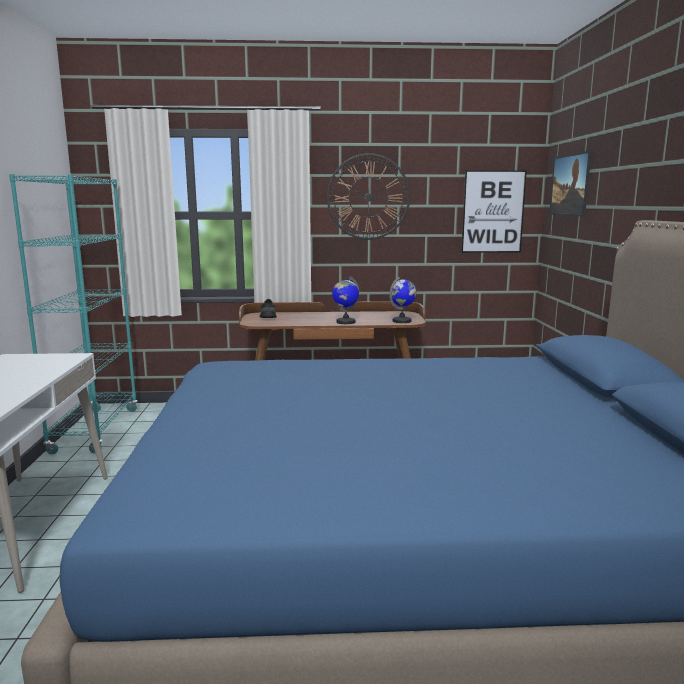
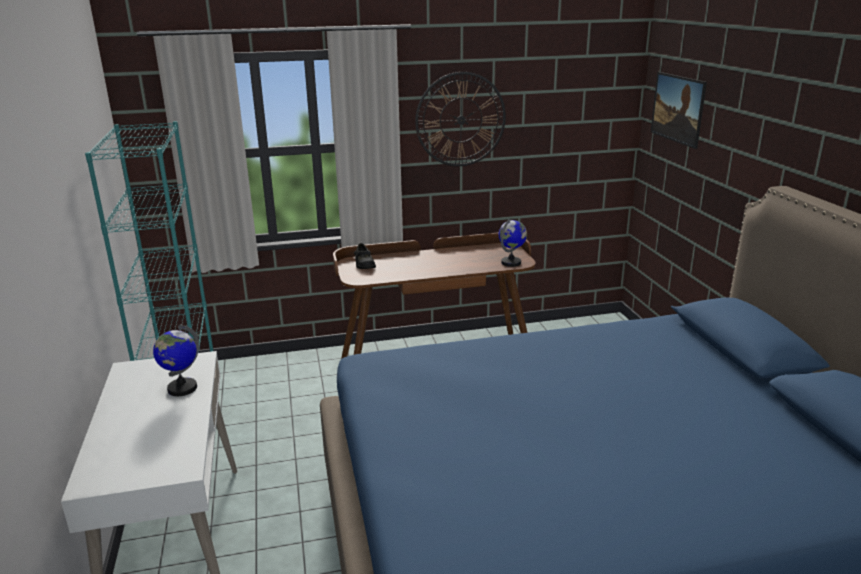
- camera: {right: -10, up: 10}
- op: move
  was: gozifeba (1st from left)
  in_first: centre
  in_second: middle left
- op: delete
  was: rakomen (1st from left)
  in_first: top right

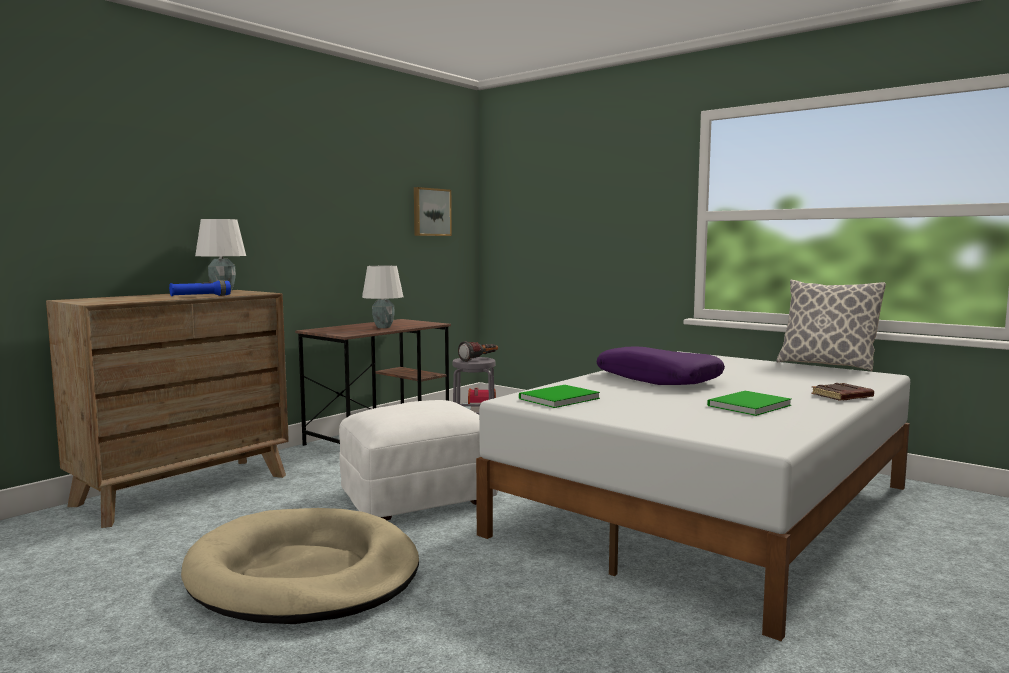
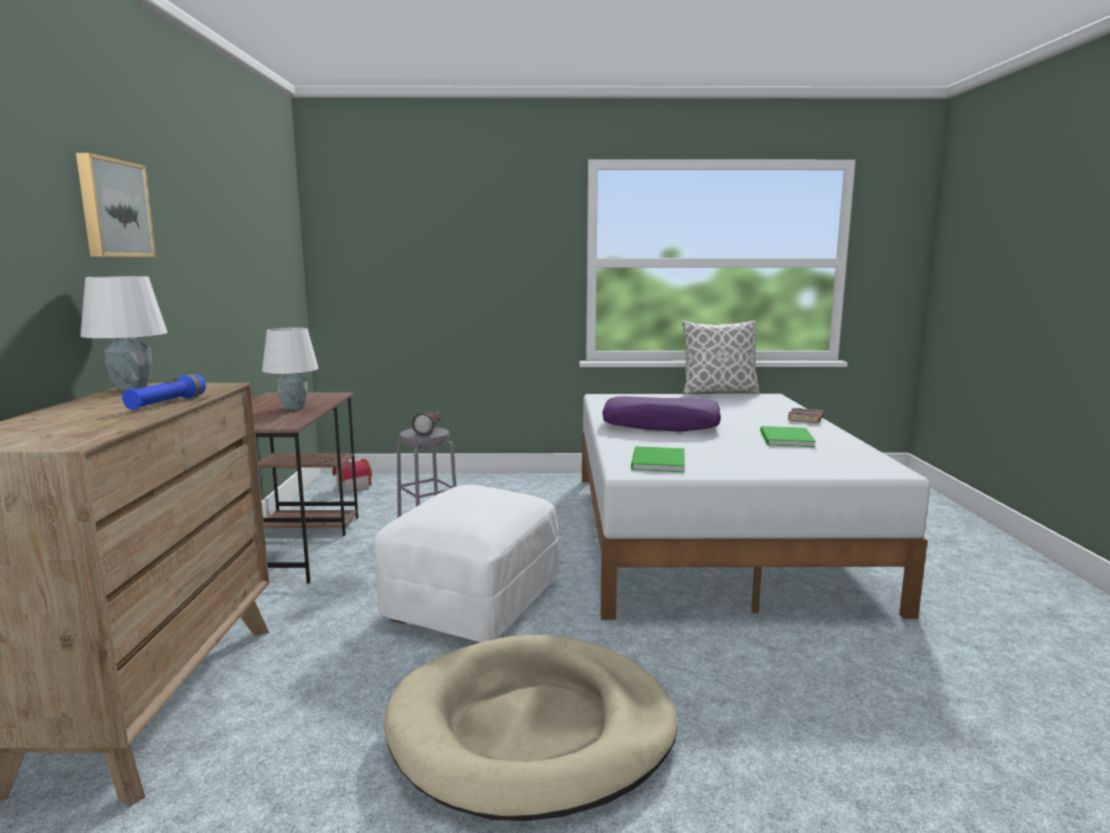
- camera: {right: -40, up: 5}
- op: move
  was: rakomen
  in_first: top centre
  in_second: top left

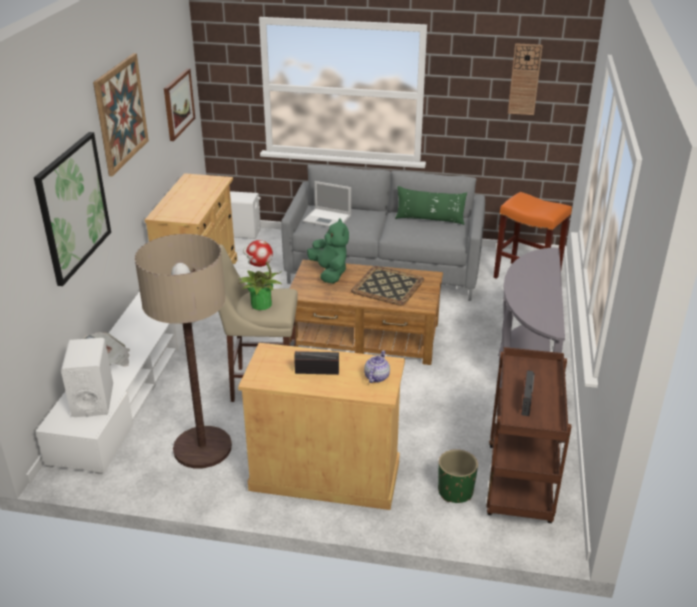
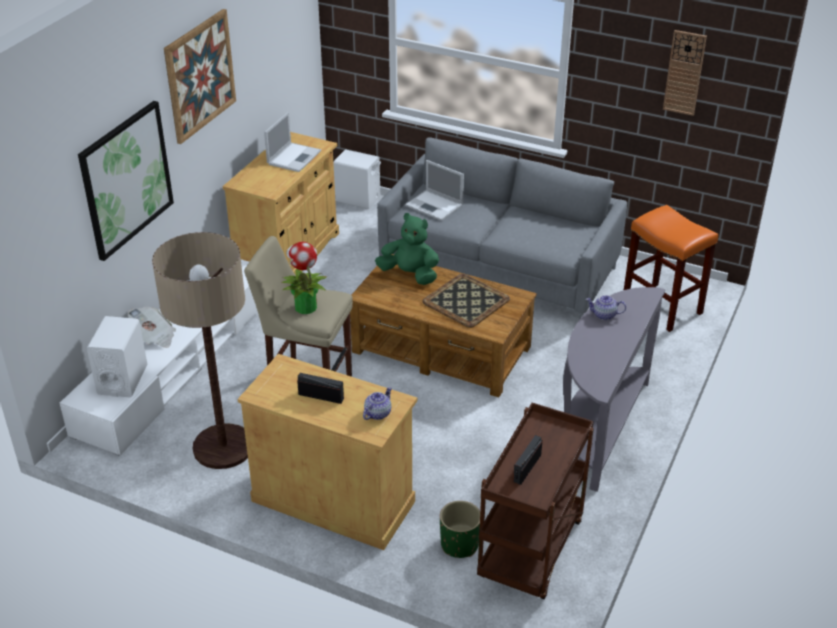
- camera: {right: 15, up: 5}
- op: insert
  now: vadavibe (1st from left)
  in_second: top centre
- op: rotate
  was: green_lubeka
  in_first: centre
  in_second: centre
  clockwise: -60
- op: insert
  now: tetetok (2nd from left)
  in_second: middle right
- op: delete
  was: rakomen (3rd from left)
  in_first: top left
- op: delete
  was: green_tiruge
  in_first: centre

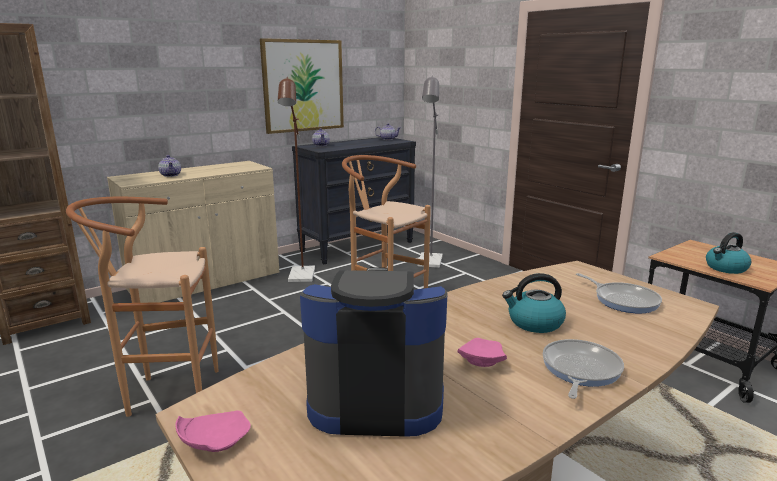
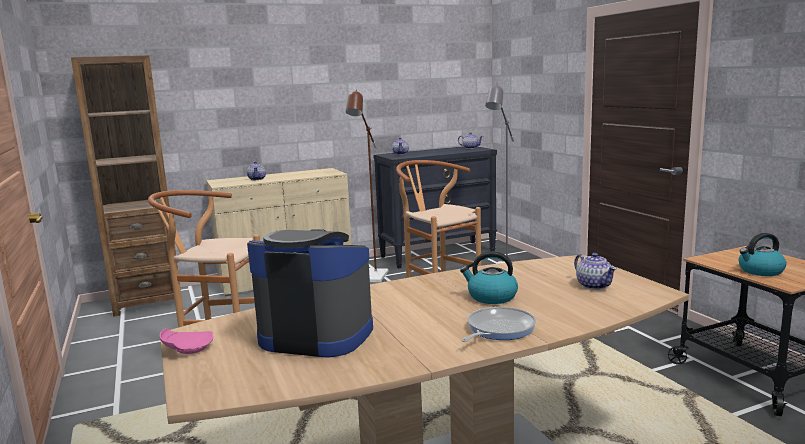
- camera: {right: 15, up: -5}
- op: replace
  was: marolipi (2nd from left)
  now: tetetok (4th from left)
  in_first: middle right
  in_second: middle right
- op: delete
  was: rakomen
  in_first: top centre
- op: delete
  was: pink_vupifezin (2nd from left)
  in_first: bottom centre

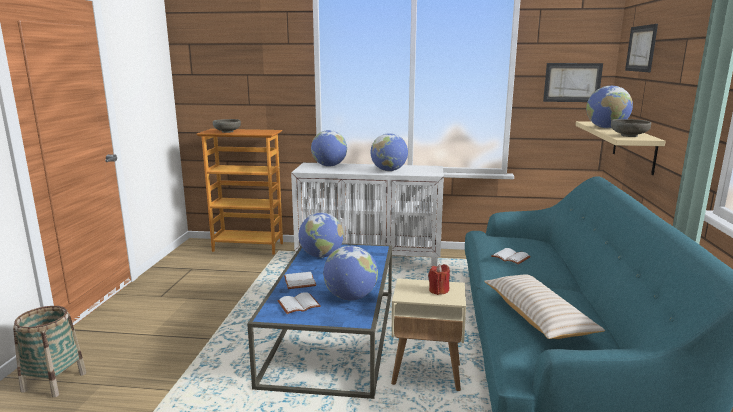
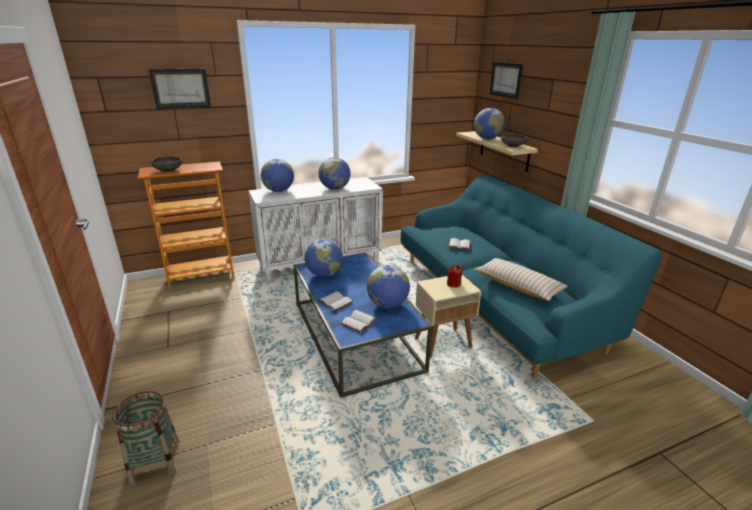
- camera: {right: -30, up: 10}
- op: move
  was: rakomen (1st from left)
  in_first: top right
  in_second: top left

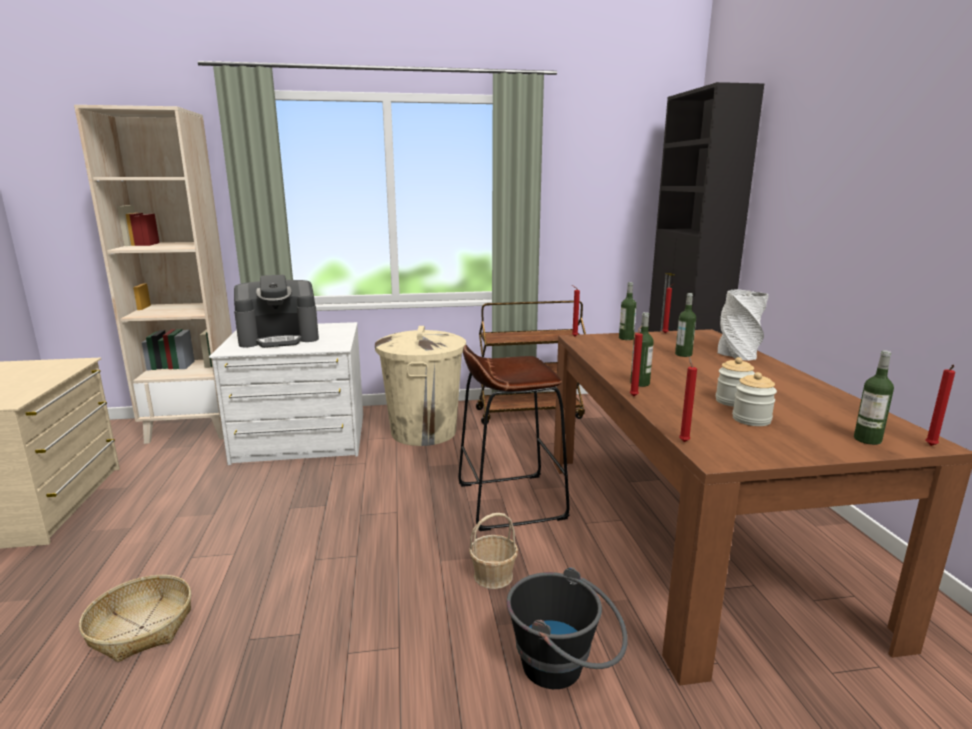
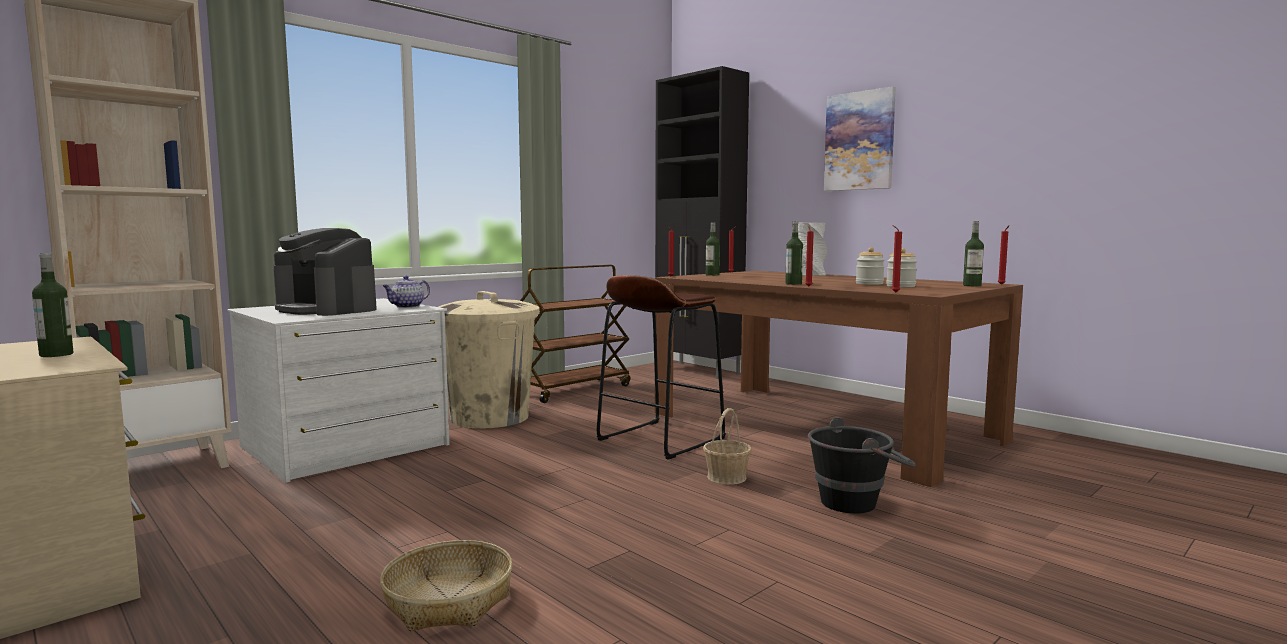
- camera: {right: -35, up: -10}
- op: move
  was: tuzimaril (3rd from left in the first image)
  now: tuzimaril (1st from left)
  in_first: middle right
  in_second: middle left
- op: rotate
  was: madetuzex
  in_first: middle left
  in_second: middle left
  clockwise: 90
- op: insert
  now: tetetok
  in_second: middle left
- op: insert
  now: rakomen
  in_second: top right

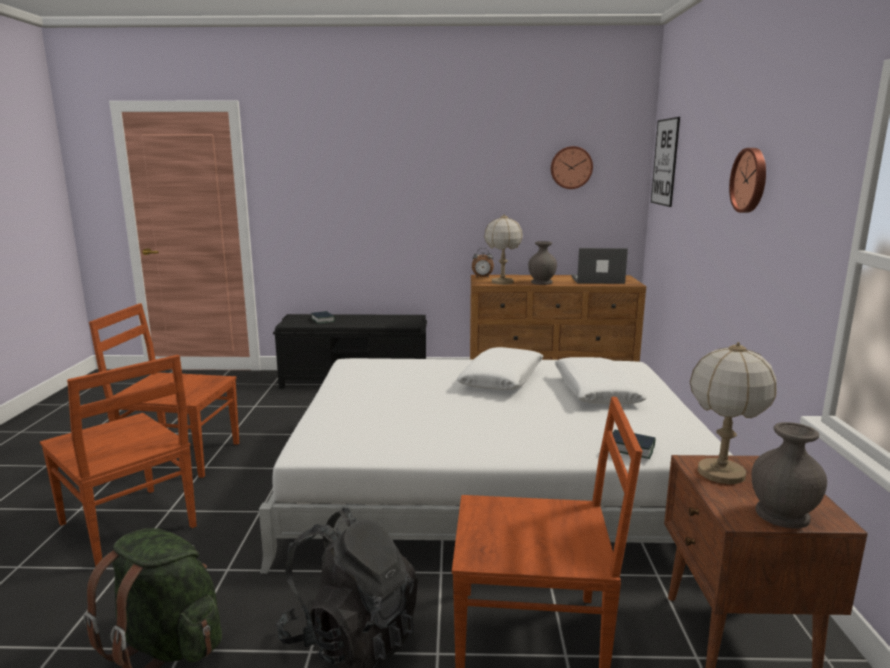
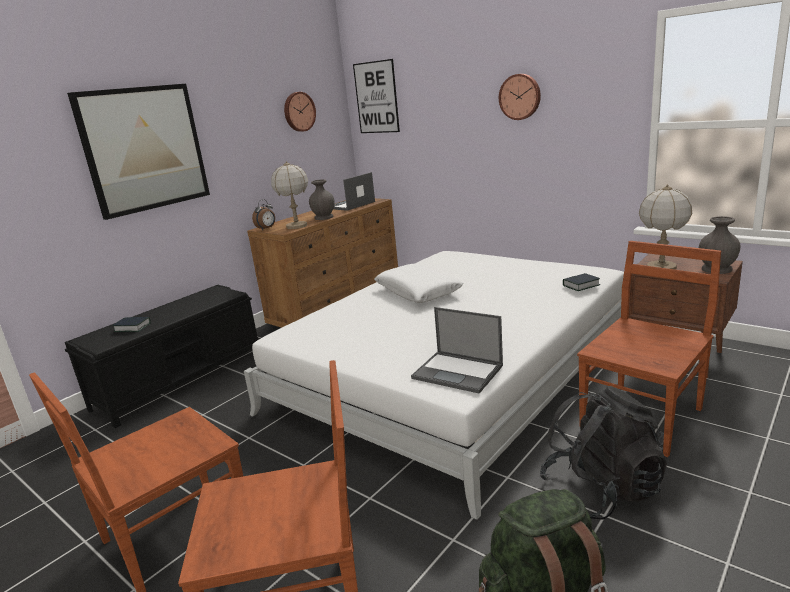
- camera: {right: -50, up: 5}
- op: insert
  now: rakomen (1st from left)
  in_second: top left
- op: insert
  now: vadavibe (2nd from left)
  in_second: centre
- op: delete
  was: white_tiruge (2nd from left)
  in_first: middle right

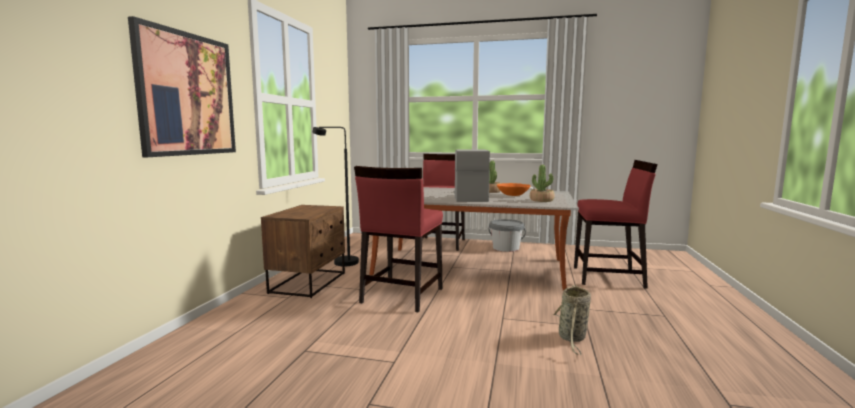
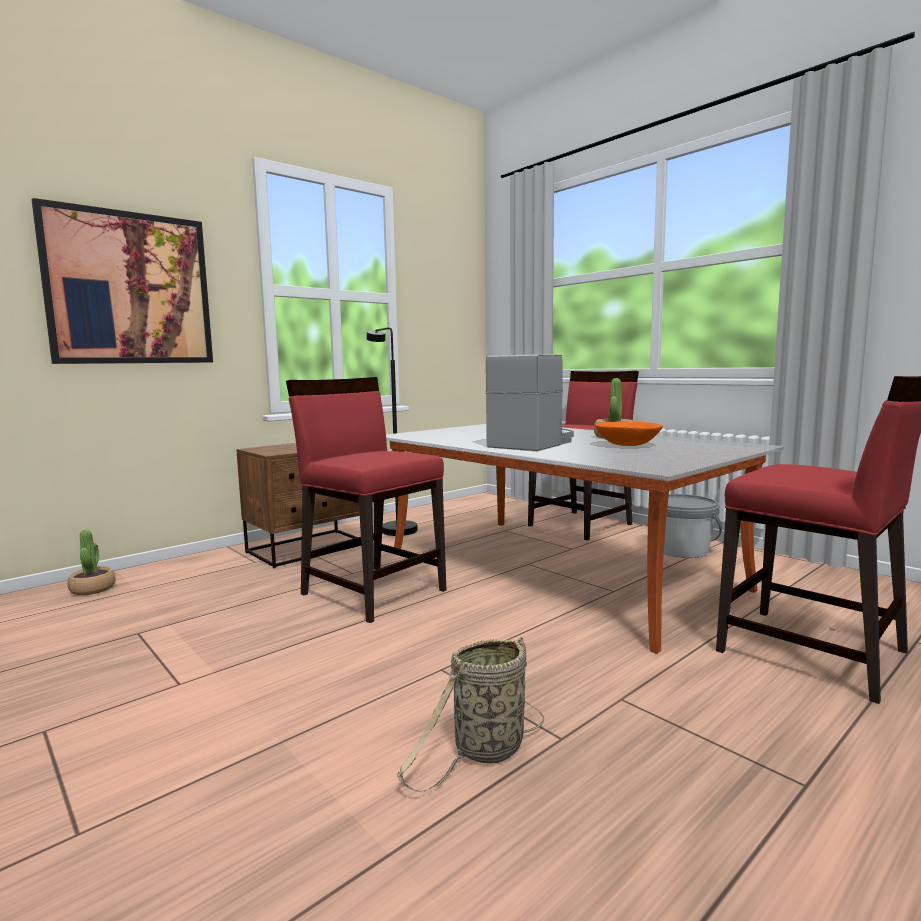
- camera: {right: 35, up: 0}
- op: move
  was: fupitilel (2nd from left in the first image)
  now: fupitilel (1st from left)
  in_first: centre
  in_second: middle left
- op: rotate
  was: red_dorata (1st from left)
  in_first: centre
  in_second: centre
  clockwise: 75

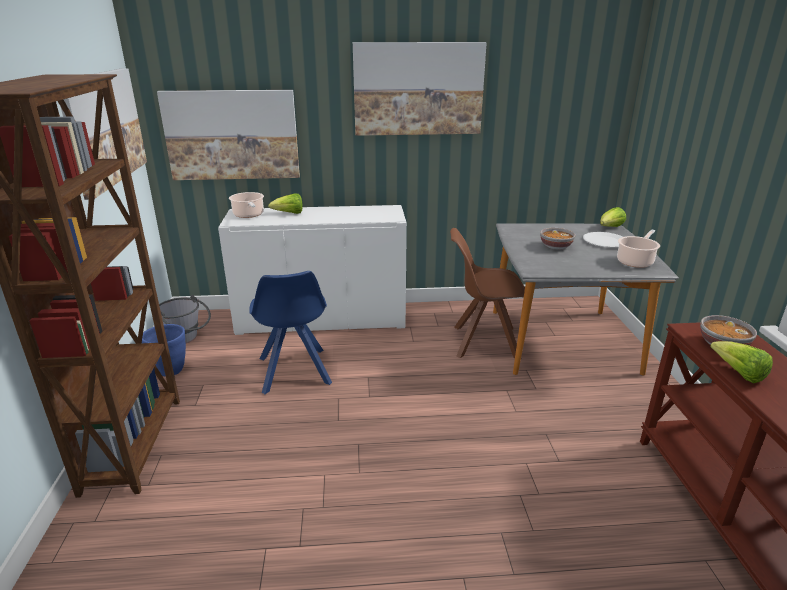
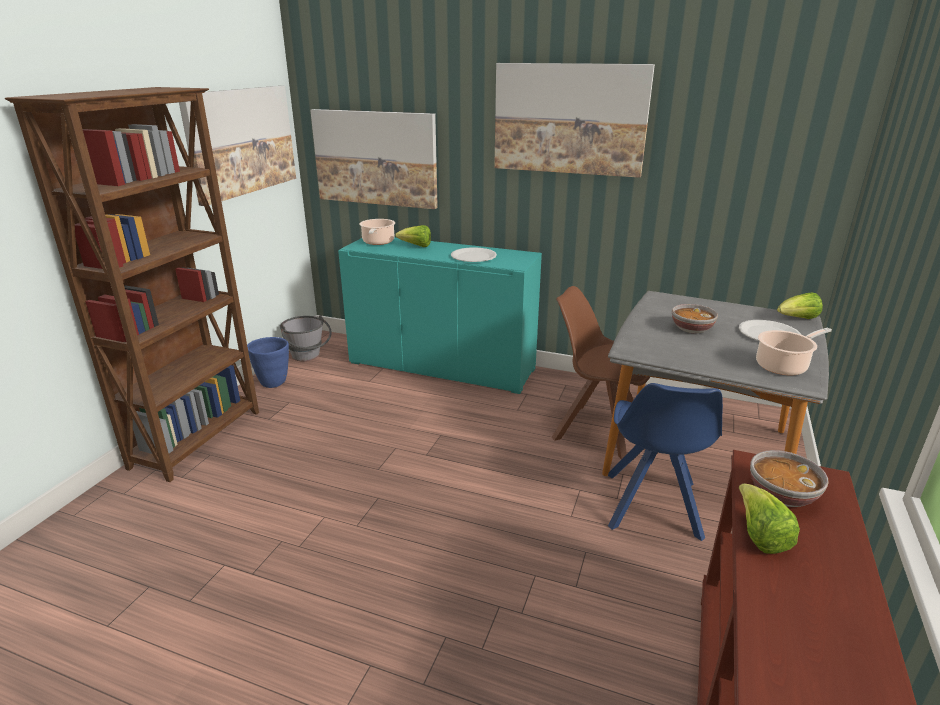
- camera: {right: 25, up: 0}
- op: recolor
  was: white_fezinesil
  now: turquoise_fezinesil
  in_first: centre
  in_second: centre
- op: insert
  now: white_vupifezin (1st from left)
  in_second: centre
- op: move
  was: blue_dorata
  in_first: centre
  in_second: middle right

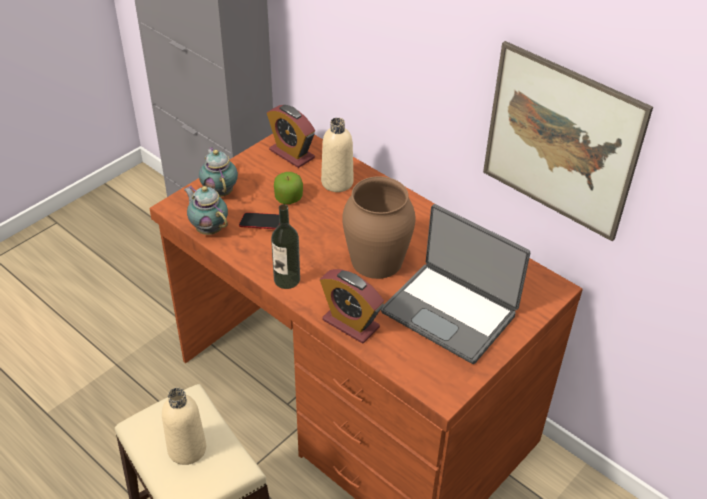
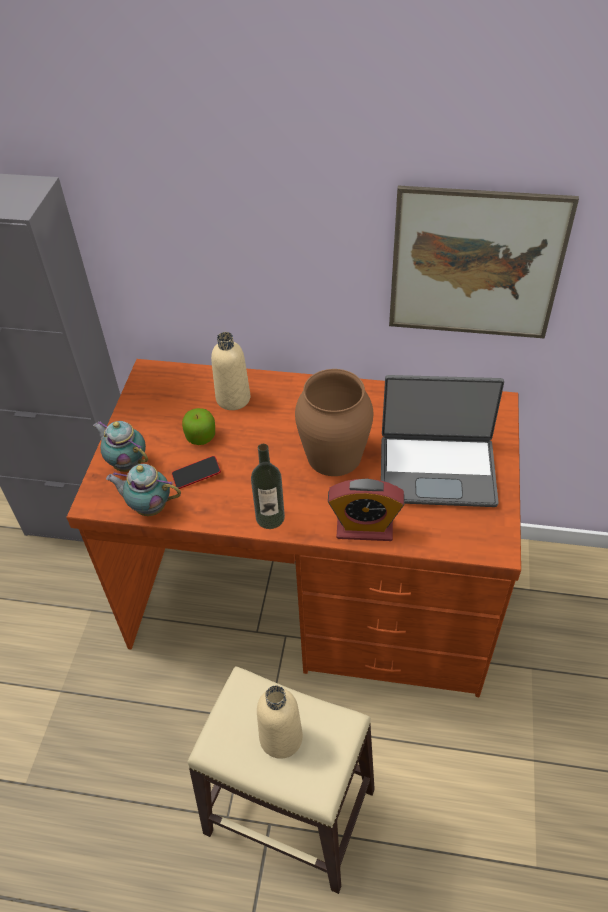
- camera: {right: -30, up: 5}
- op: delete
  was: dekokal (1st from left)
  in_first: top centre

